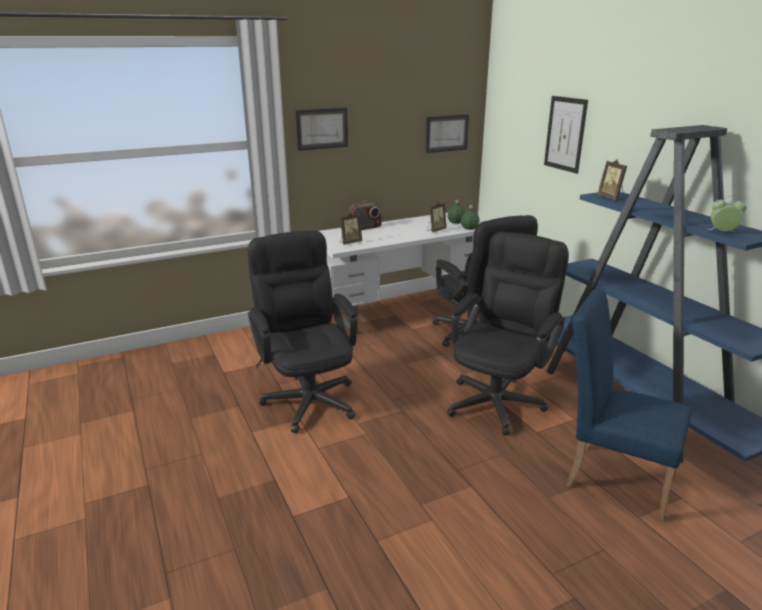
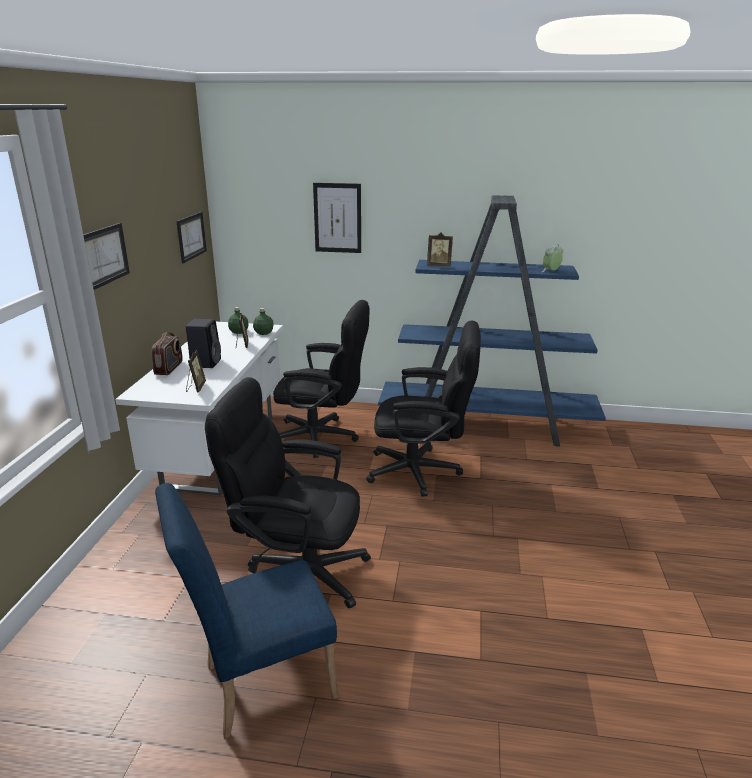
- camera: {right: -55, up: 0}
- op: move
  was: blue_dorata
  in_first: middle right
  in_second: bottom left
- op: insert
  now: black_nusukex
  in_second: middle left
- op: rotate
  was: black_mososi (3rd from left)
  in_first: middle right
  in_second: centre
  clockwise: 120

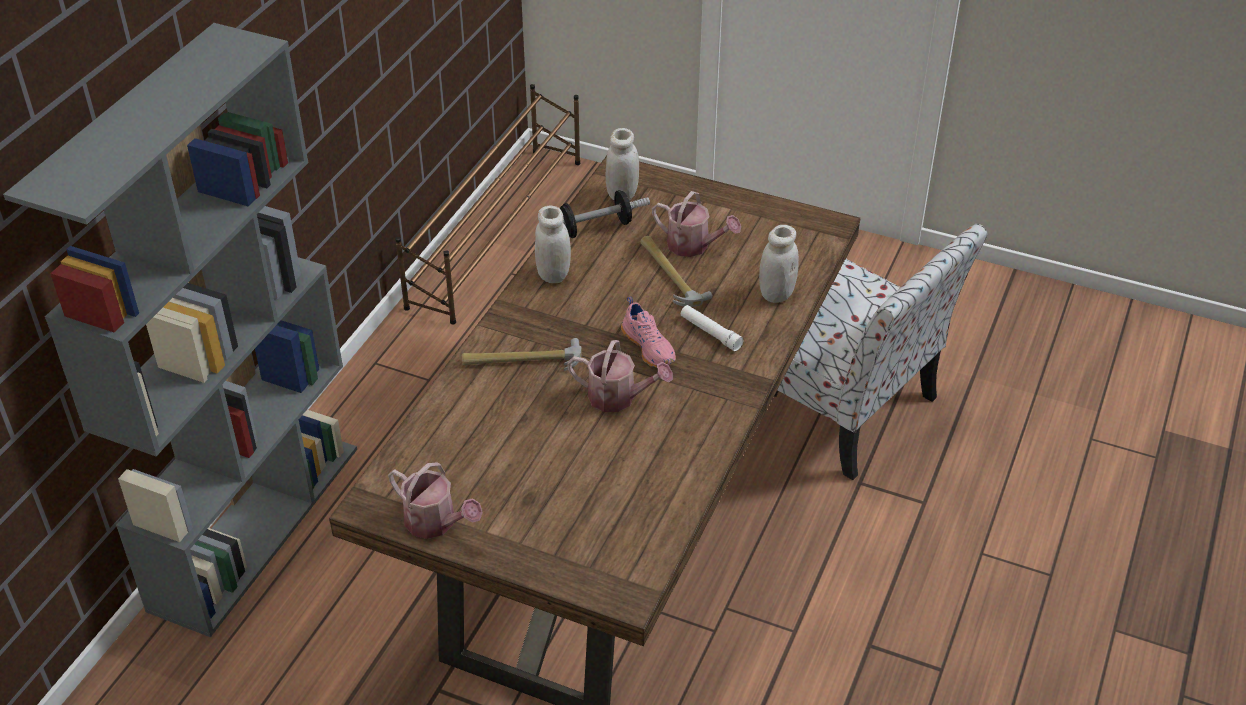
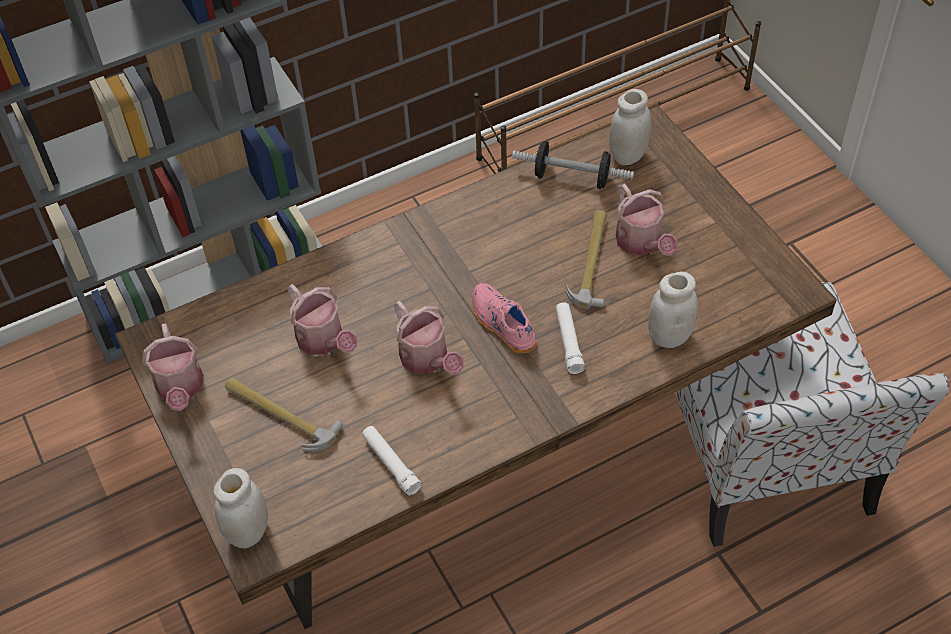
- camera: {right: 40, up: 10}
- op: move
  was: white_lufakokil (1st from left)
  in_first: centre
  in_second: bottom left
- op: move
  was: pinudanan (1st from left)
  in_first: centre
  in_second: middle left
- op: insert
  now: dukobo (2nd from left)
  in_second: centre
- op: insert
  now: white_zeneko (1st from left)
  in_second: bottom centre
- op: rotate
  was: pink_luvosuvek
  in_first: centre
  in_second: centre
  clockwise: 135

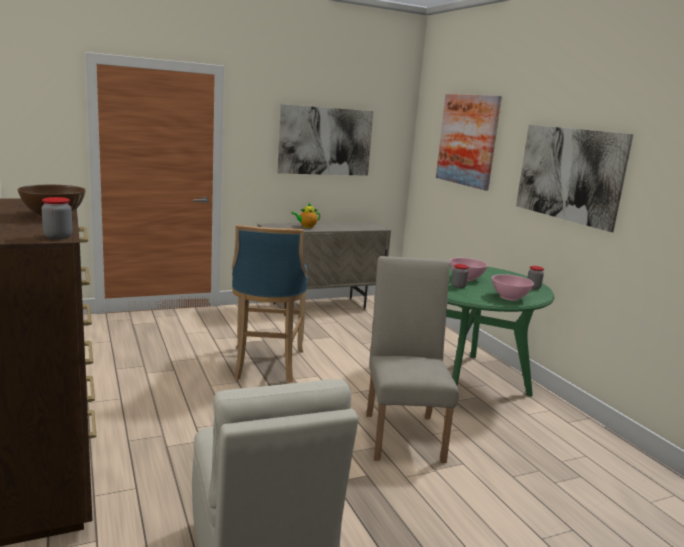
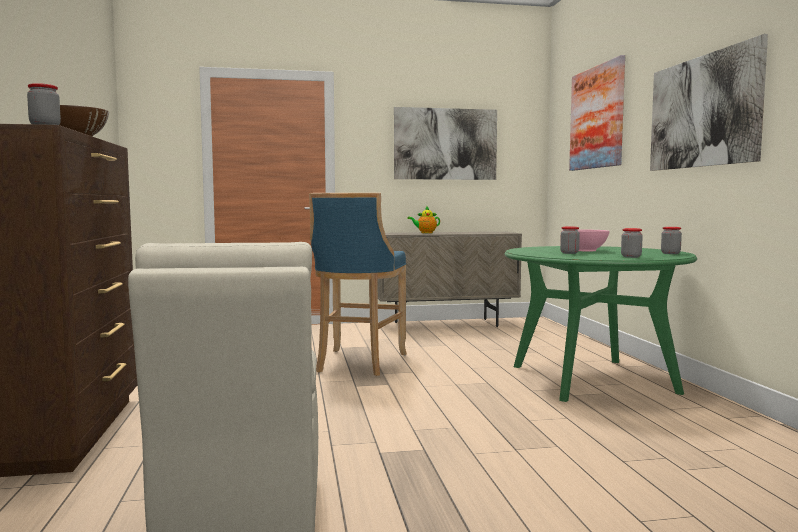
- camera: {right: 15, up: -10}
- op: replace
  was: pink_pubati (2nd from left)
  now: lufakokil (3rd from left)
  in_first: middle right
  in_second: middle right
- op: delete
  was: beige_dorata (2nd from left)
  in_first: centre

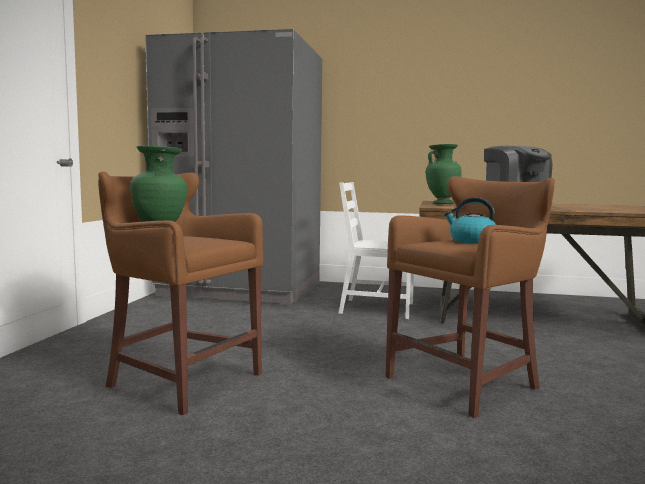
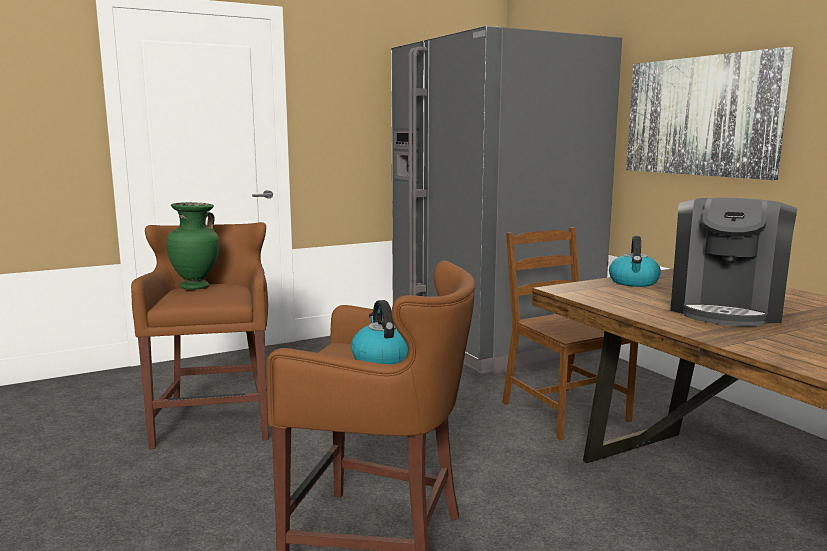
- camera: {right: 50, up: 5}
- op: recolor
  was: white_dorata
  now: brown_dorata
  in_first: centre
  in_second: middle right
- op: replace
  was: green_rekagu (2nd from left)
  now: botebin (2nd from left)
  in_first: middle right
  in_second: middle right
- op: insert
  now: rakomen
  in_second: top right

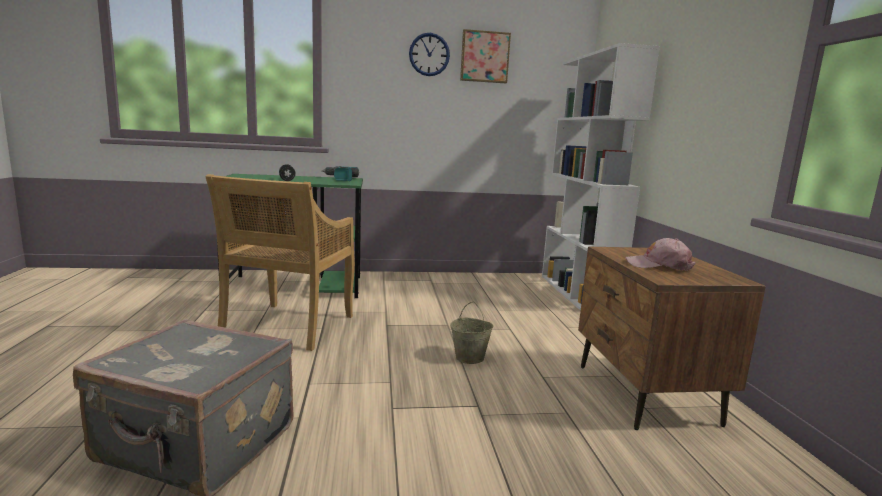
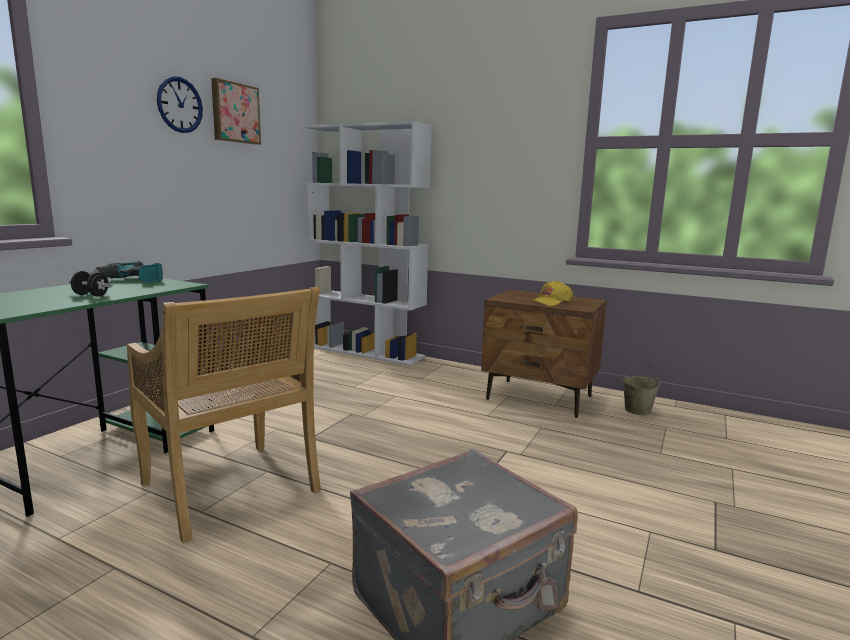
- camera: {right: -55, up: 0}
- op: recolor
  was: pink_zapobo
  now: yellow_zapobo
  in_first: middle right
  in_second: centre
- op: move
  was: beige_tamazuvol
  in_first: bottom centre
  in_second: middle right

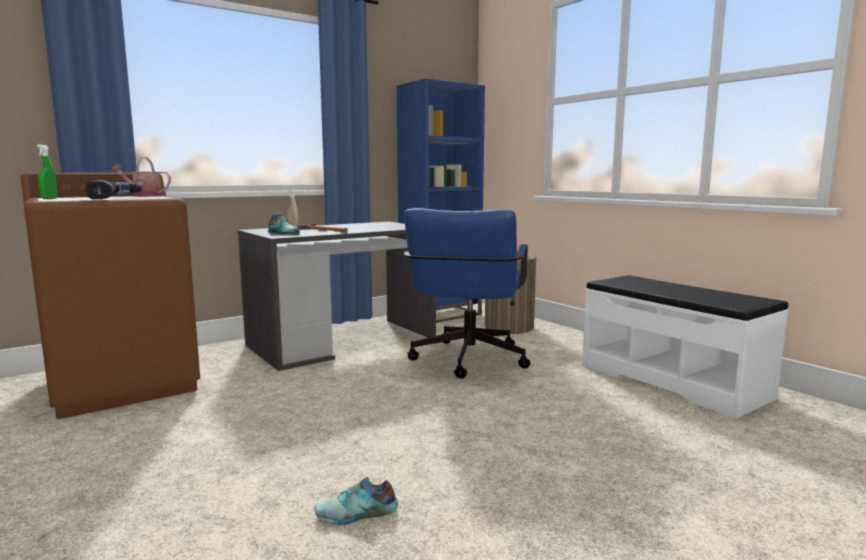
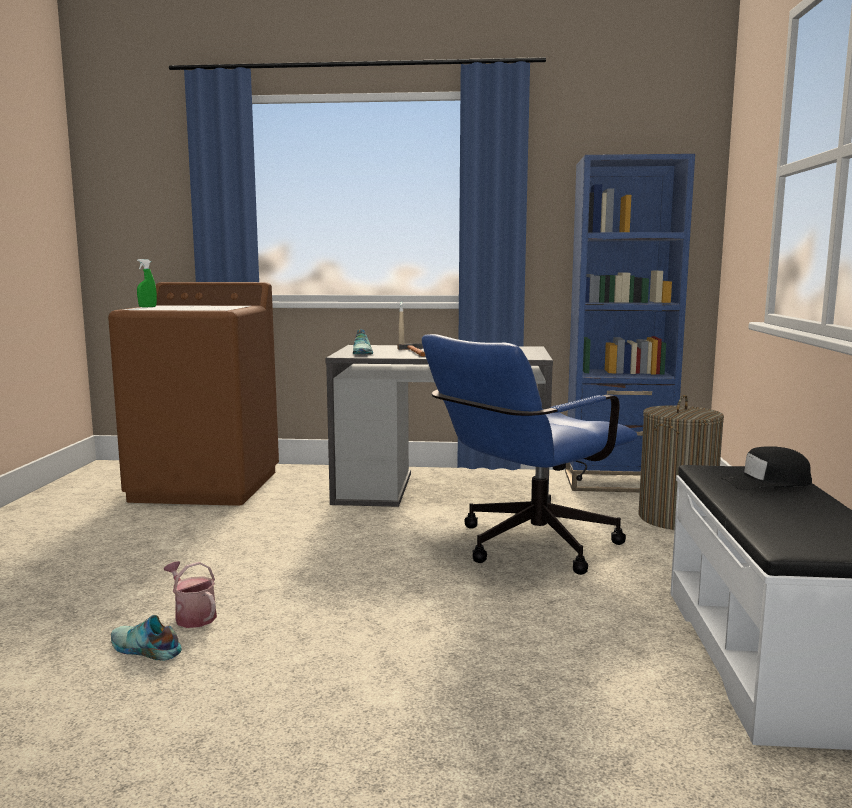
- camera: {right: 40, up: 0}
- op: move
  was: dukobo
  in_first: top left
  in_second: bottom left
- op: insert
  now: black_zapobo
  in_second: middle right
- op: delete
  was: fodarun
  in_first: middle left

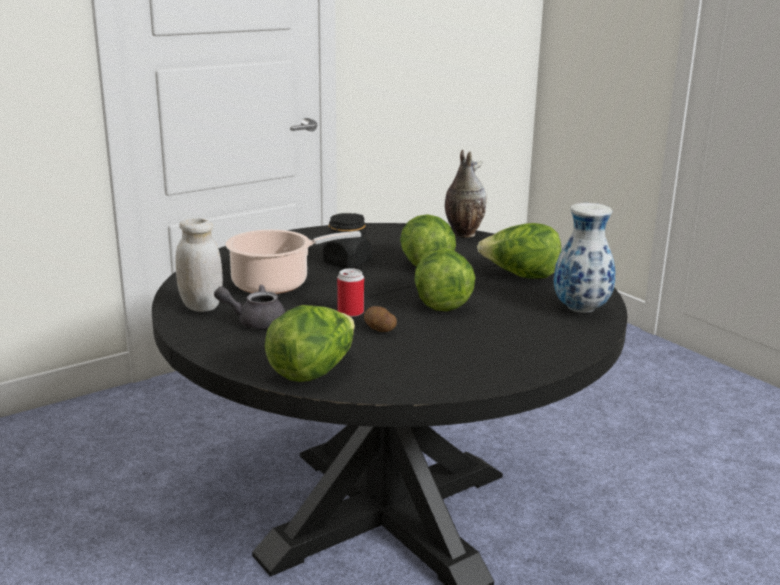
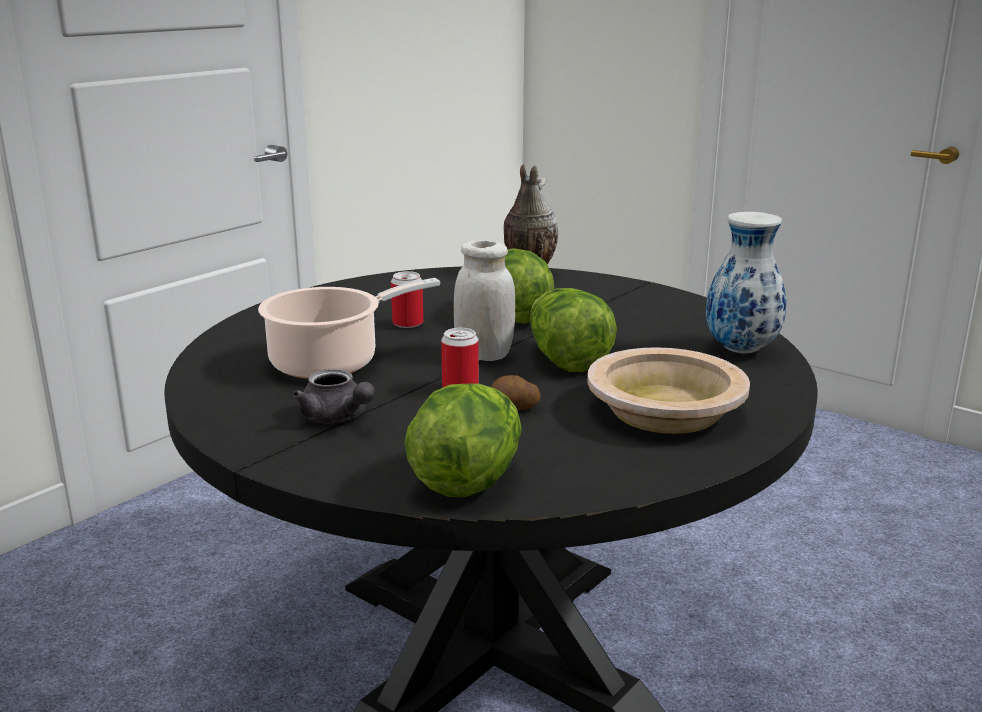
- camera: {right: -15, up: 0}
- op: rotate
  was: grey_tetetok
  in_first: middle left
  in_second: centre
  clockwise: -120
- op: replace
  was: black_lufakokil
  now: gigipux (1st from left)
  in_first: centre
  in_second: centre
- op: move
  was: white_lufakokil
  in_first: middle left
  in_second: centre
- op: insert
  now: beige_pubati
  in_second: middle right
- op: delete
  was: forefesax (4th from left)
  in_first: centre

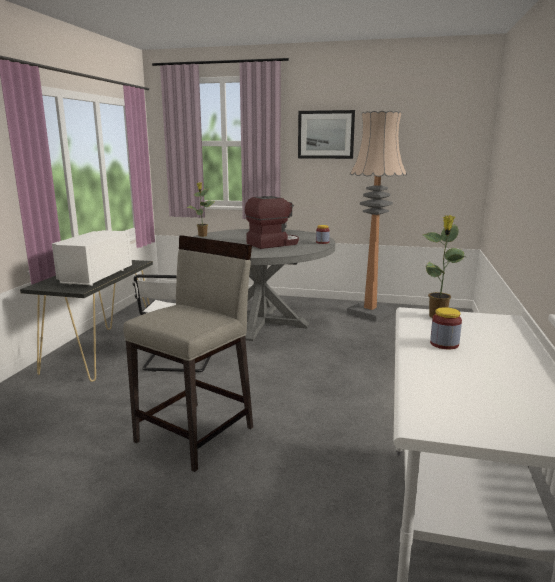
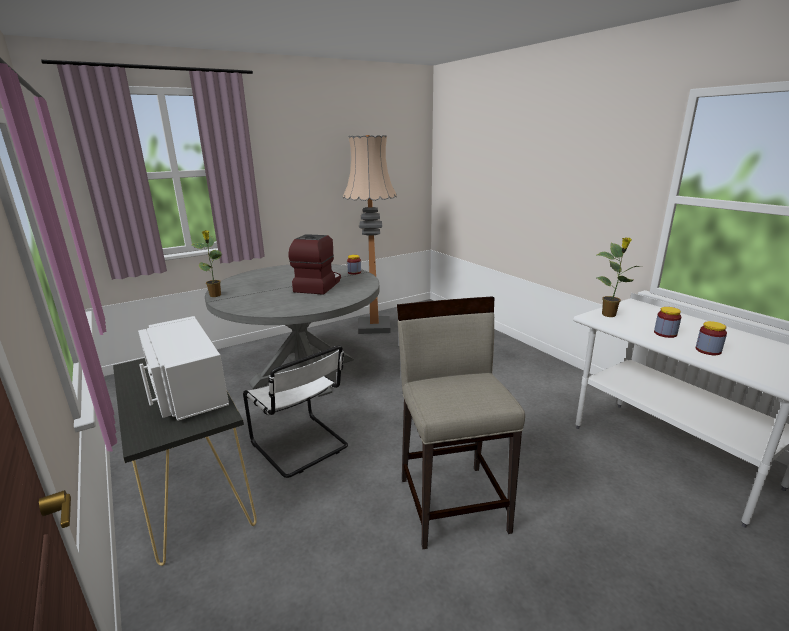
- camera: {right: -45, up: 5}
- op: insert
  now: lufakokil (3rd from left)
  in_second: middle right
- op: delete
  was: rakomen
  in_first: top centre

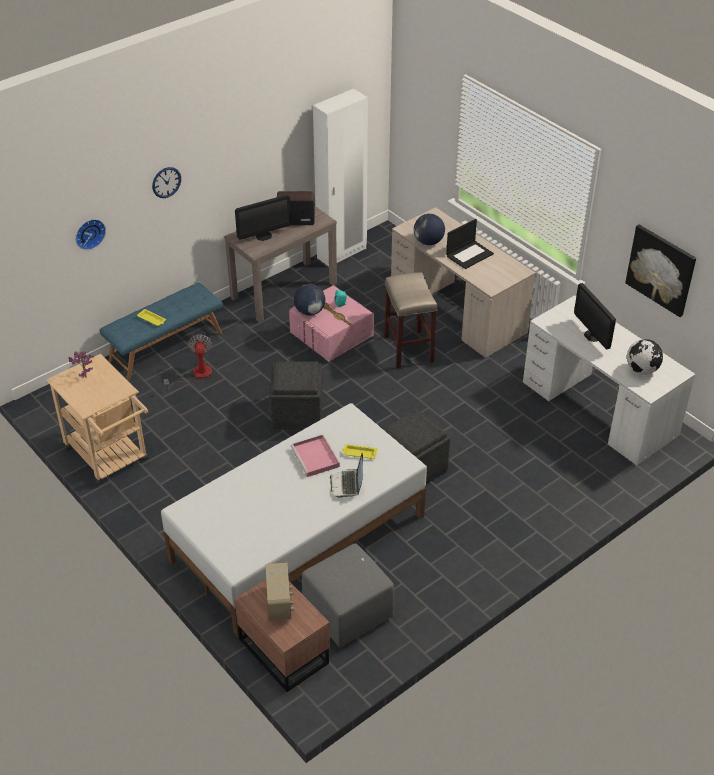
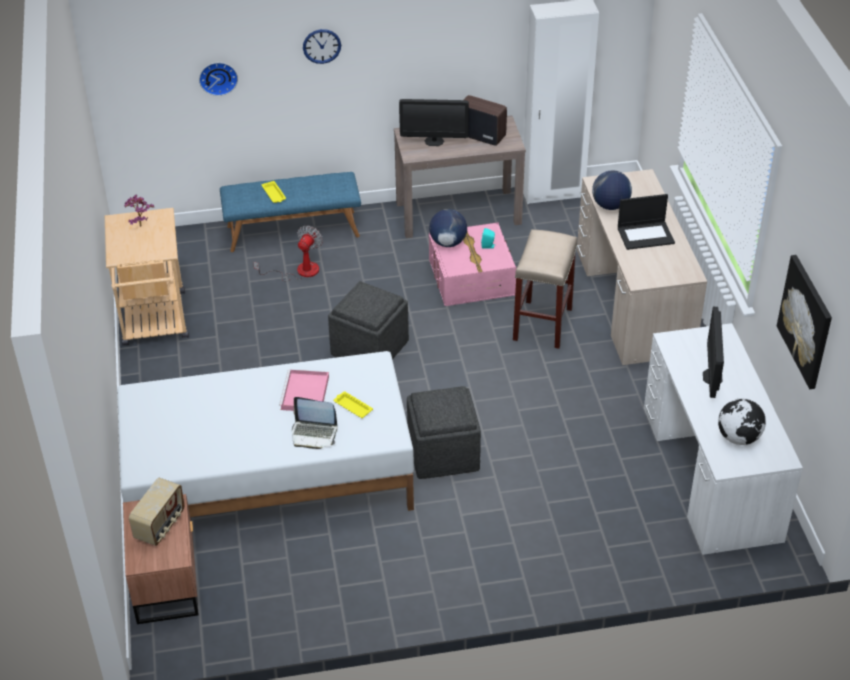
- camera: {right: 30, up: 0}
- op: rotate
  was: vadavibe (1st from left)
  in_first: centre
  in_second: centre
  clockwise: -105
- op: delete
  was: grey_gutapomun (2nd from left)
  in_first: bottom centre

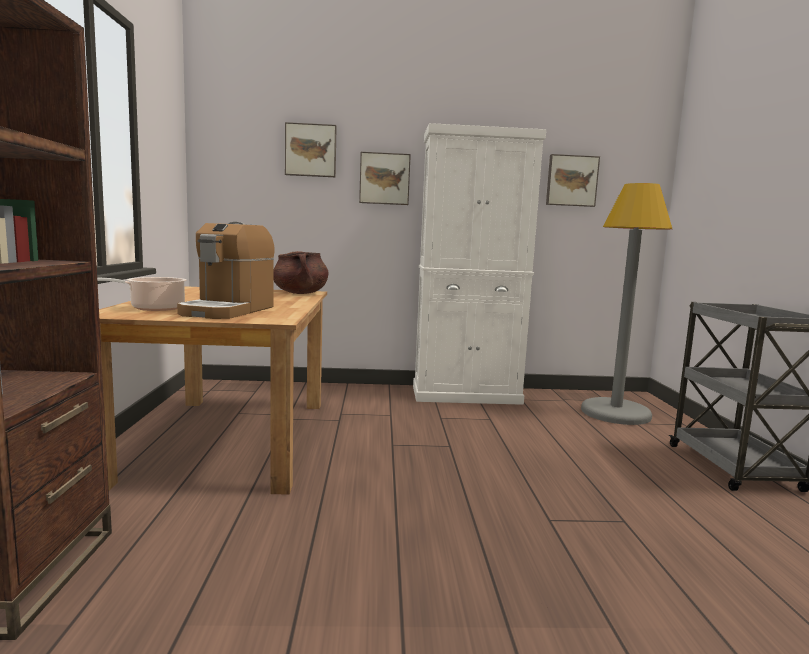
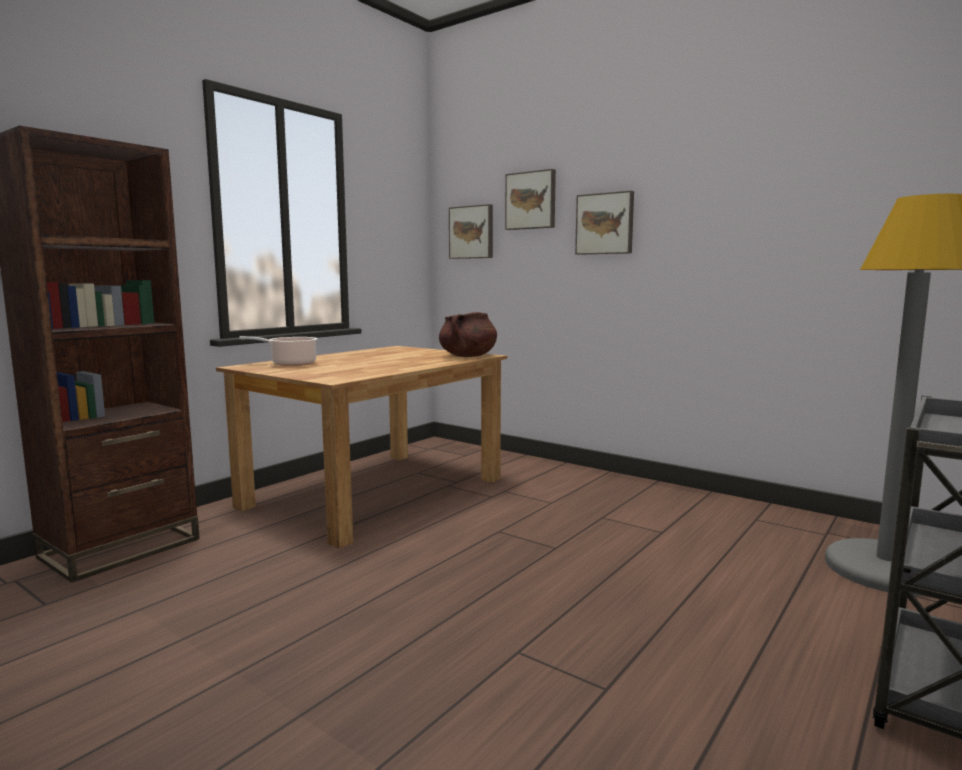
- camera: {right: 40, up: 0}
- op: move
  was: rakomen (3rd from left in the first image)
  now: rakomen (1st from left)
  in_first: top right
  in_second: top centre
- op: delete
  was: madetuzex
  in_first: middle left
- op: delete
  was: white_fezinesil
  in_first: centre

